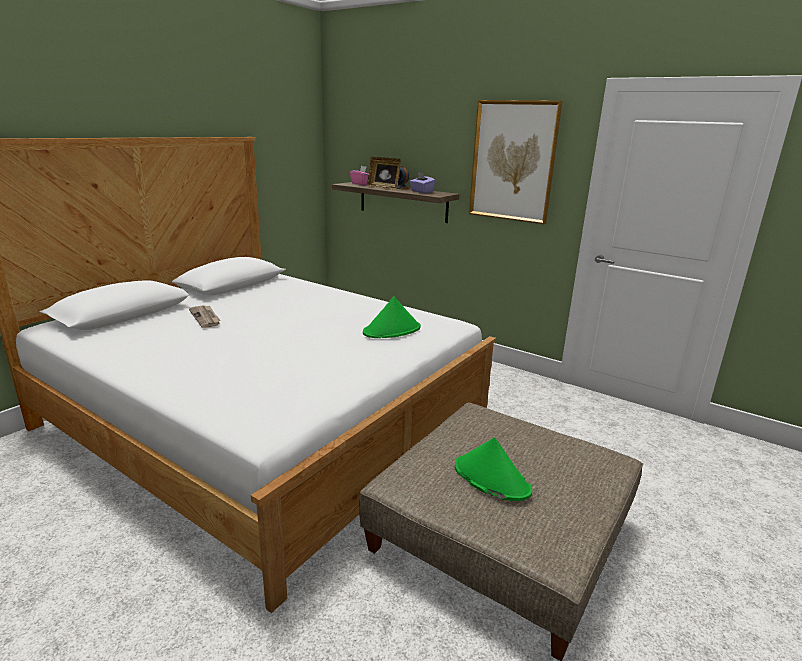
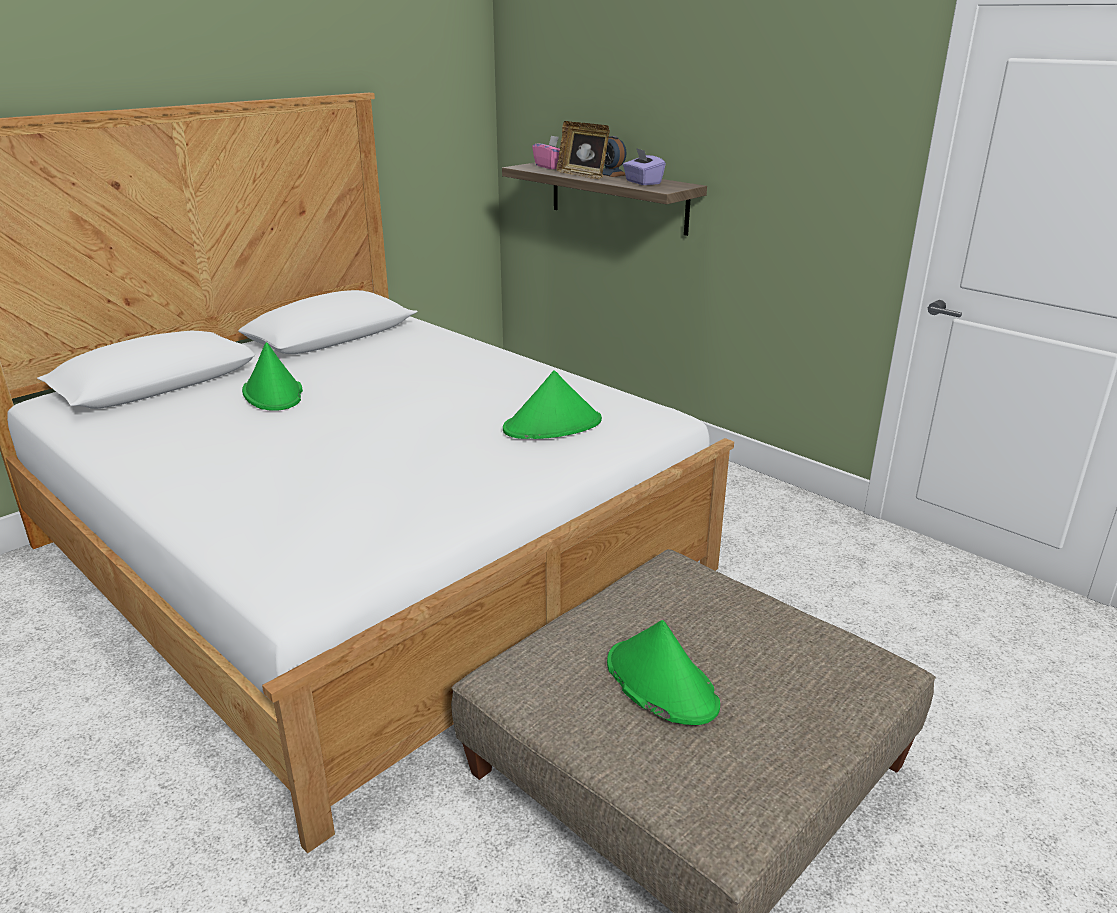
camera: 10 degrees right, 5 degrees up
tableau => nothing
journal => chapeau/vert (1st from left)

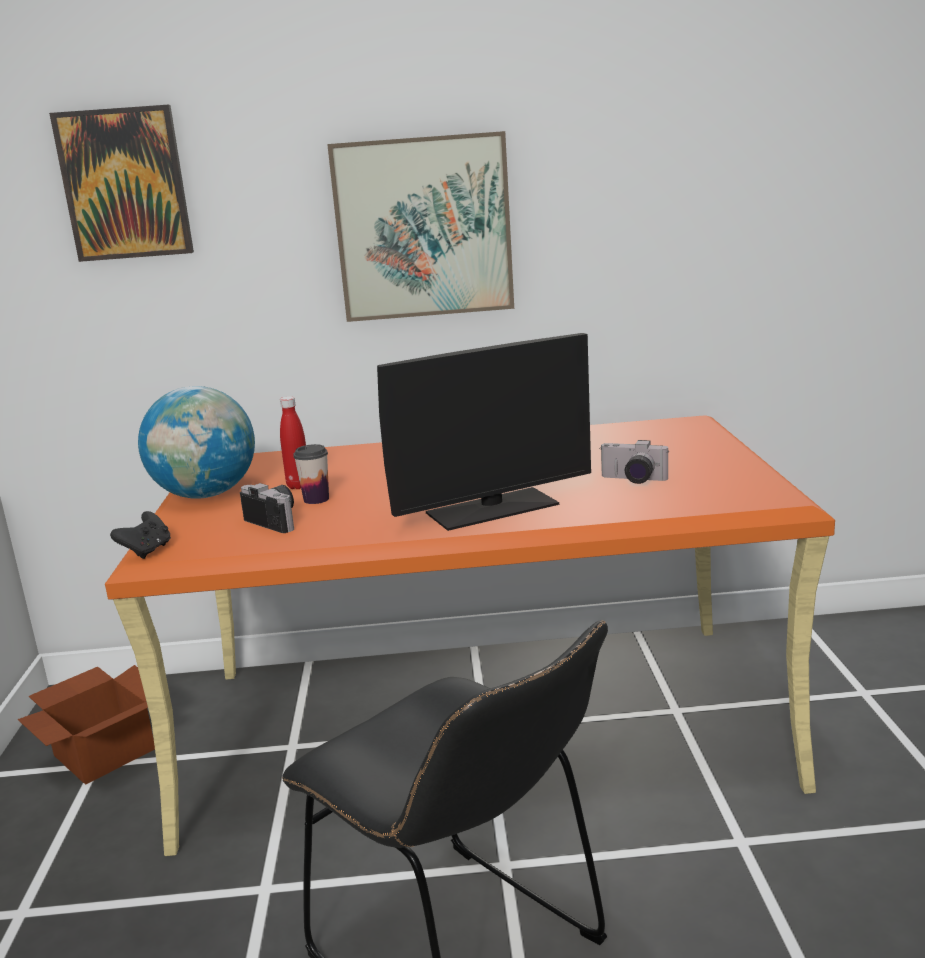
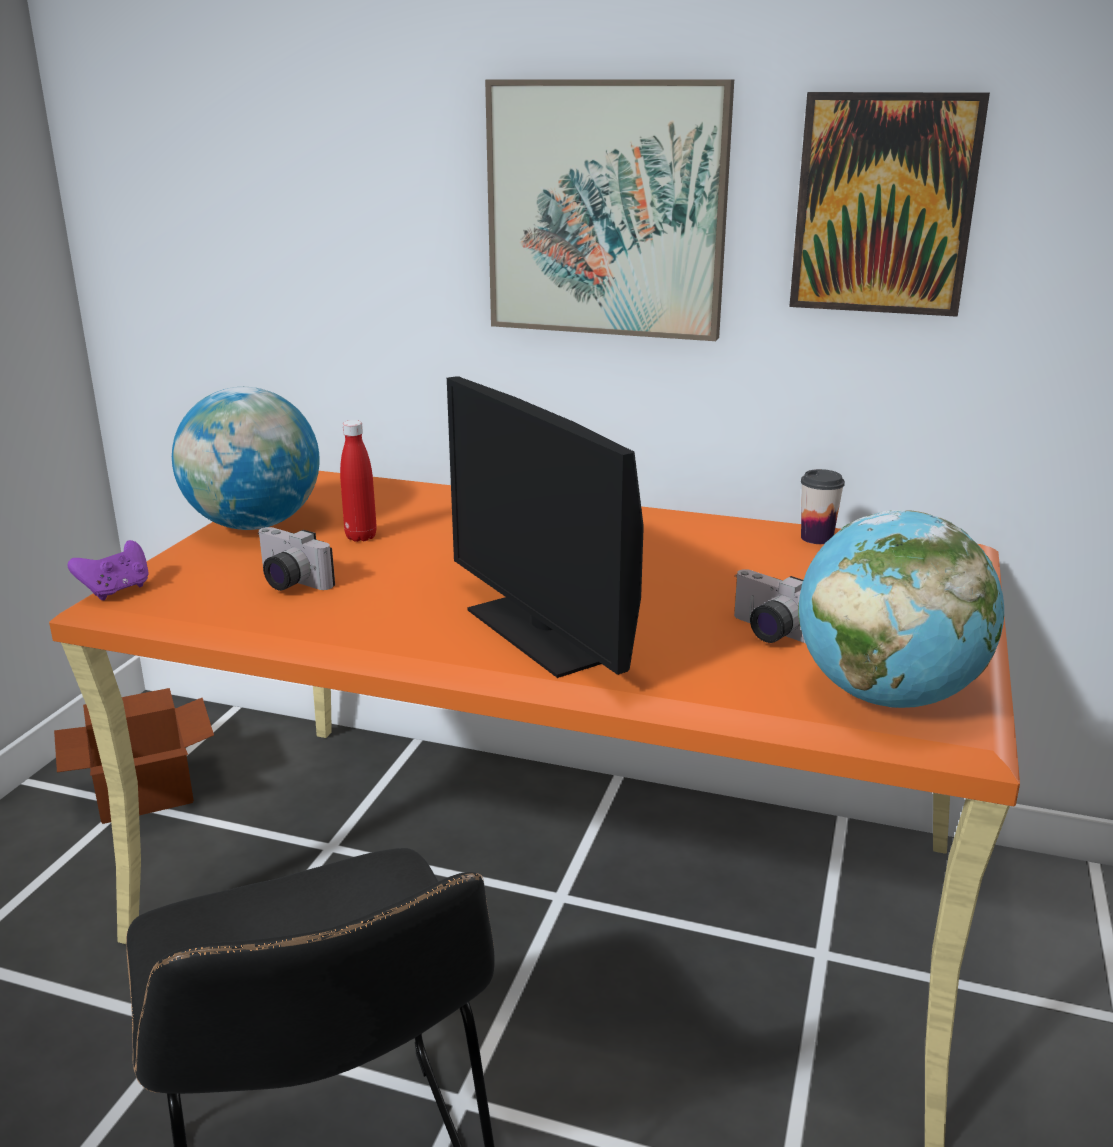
camera: 20 degrees right, 5 degrees up
nothing => globe (2nd from left)
tableau (1st from left in the first image) => tableau (2nd from left), move
tasse, move
manette/noir => manette/violet
appareil photo (1st from left), 150 degrees clockwise
écran d'ordinateur, 60 degrees clockwise

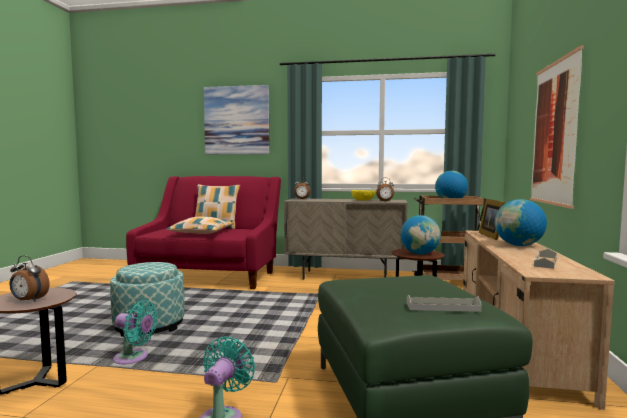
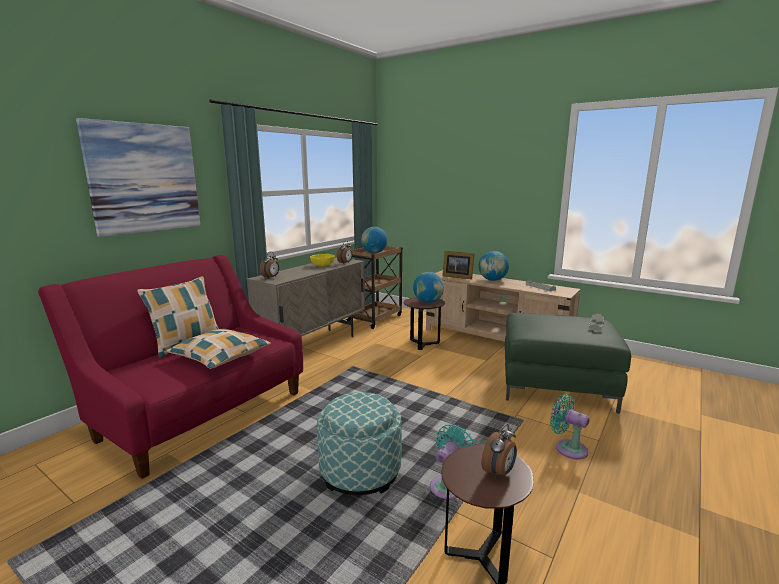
camera: 65 degrees left, 10 degrees up
tableau (2nd from left) => nothing

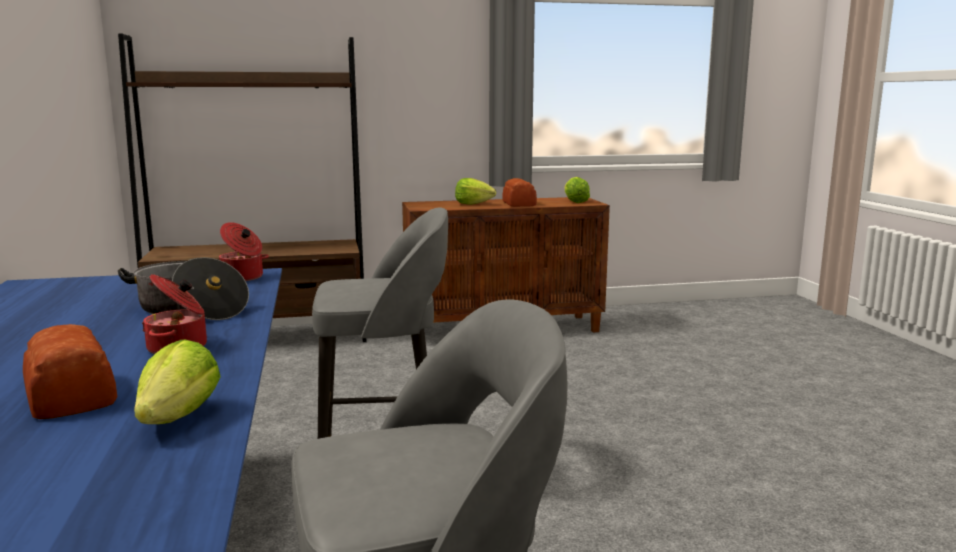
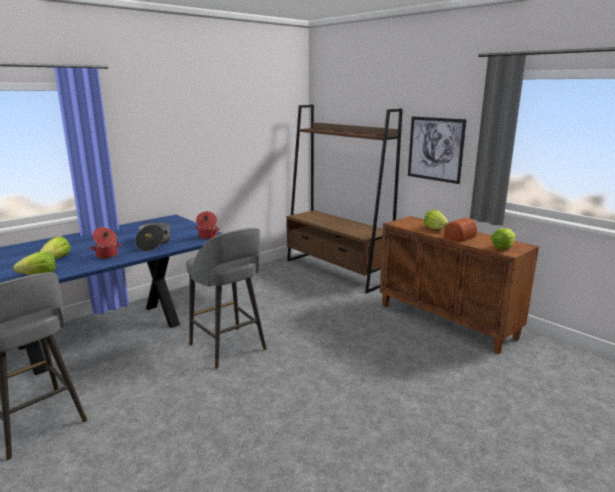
camera: 60 degrees right, 5 degrees up
nothing => tableau
pain (1st from left) => laitue (2nd from left)

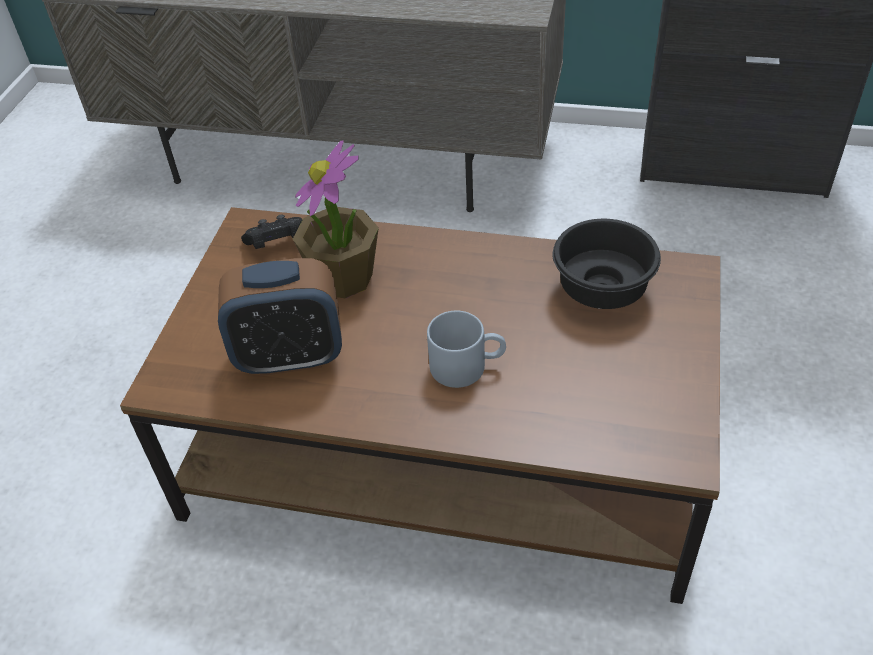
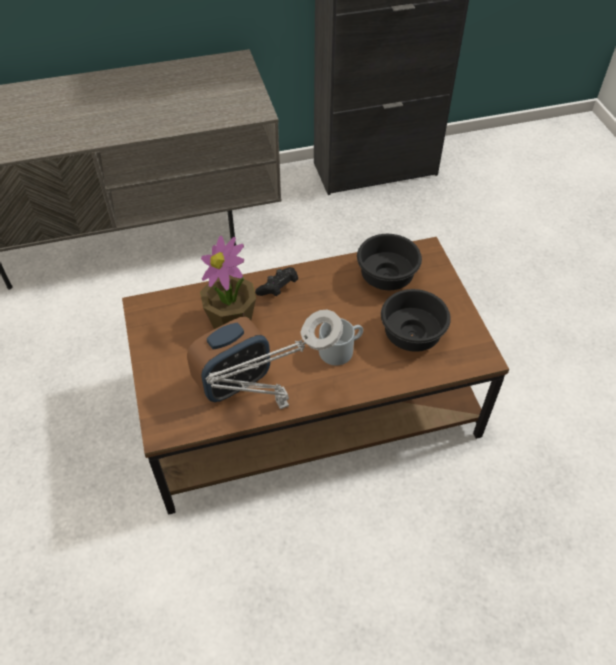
camera: 30 degrees left, 5 degrees up
nothing => lampe de table/gris
nothing => bol/noir (2nd from left)
manette/noir, move

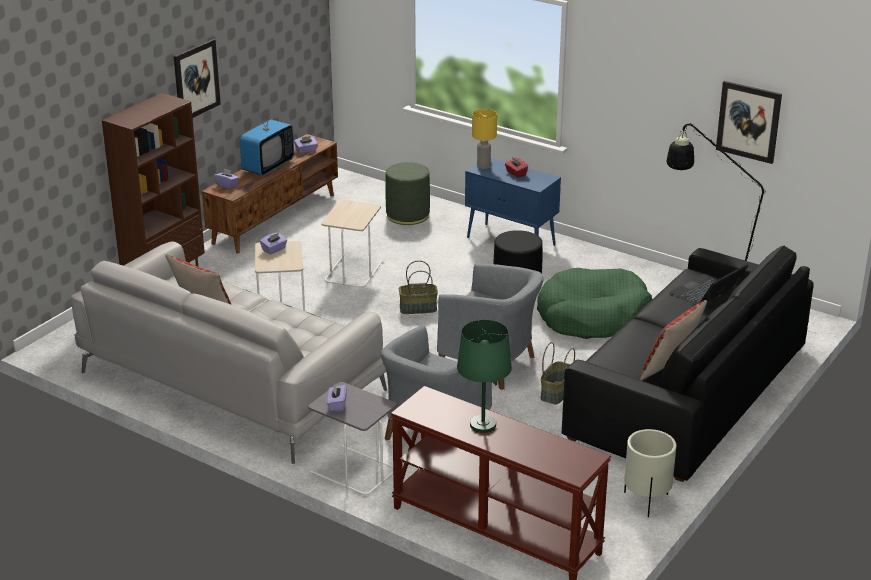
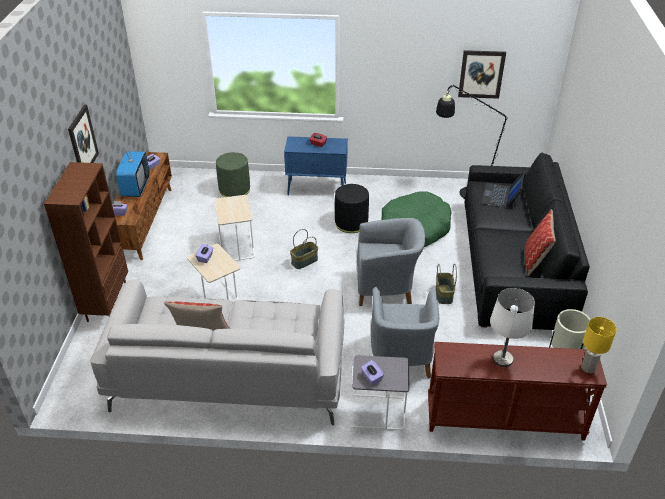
camera: 30 degrees left, 10 degrees up
lampe de table/jaune, move
lampe de table/vert => lampe de table/blanc

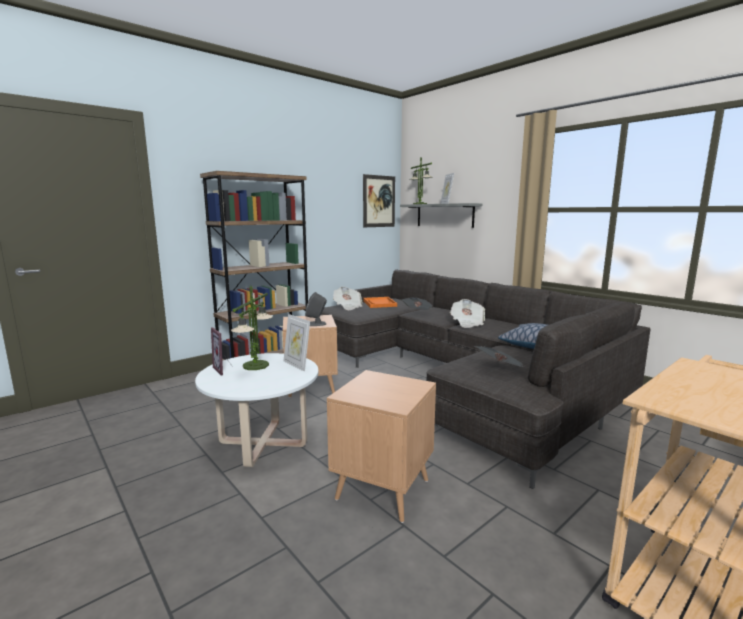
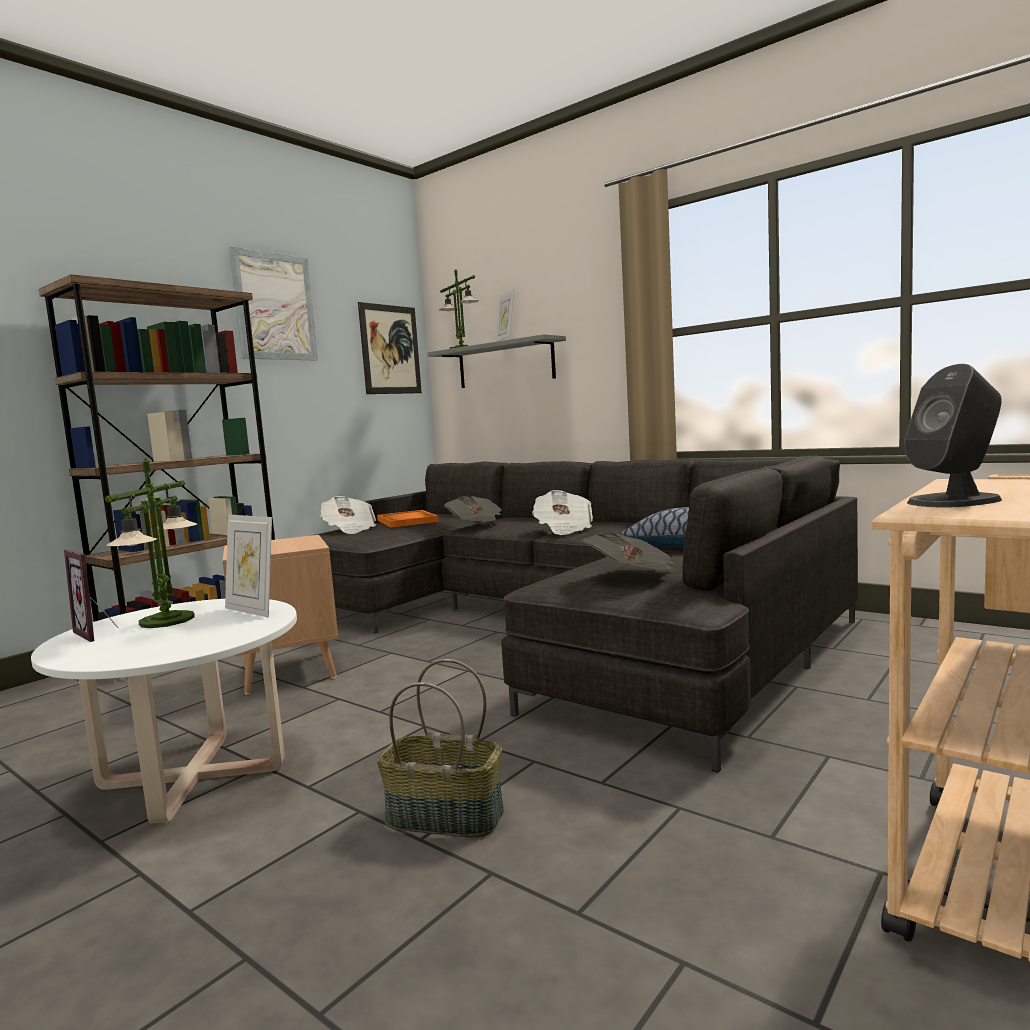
camera: 10 degrees left, 5 degrees down
nothing => tableau (1st from left)
enceinte/gris, move
table d'appoint/marron (2nd from left) => panier

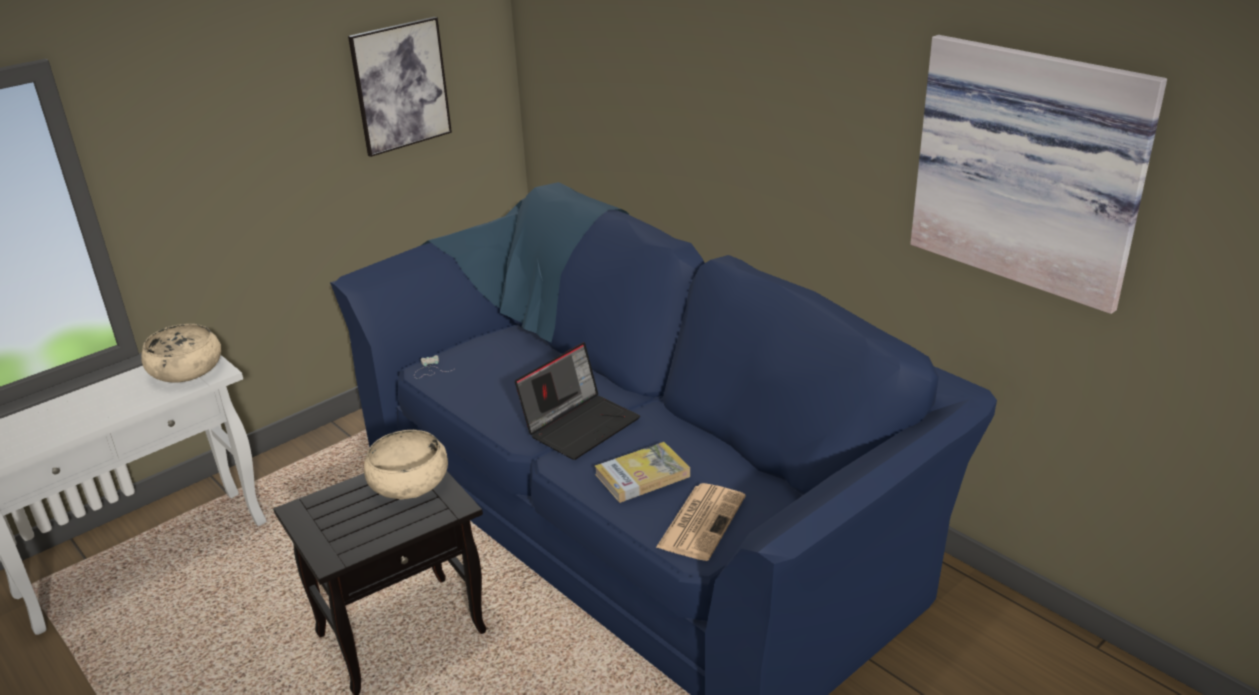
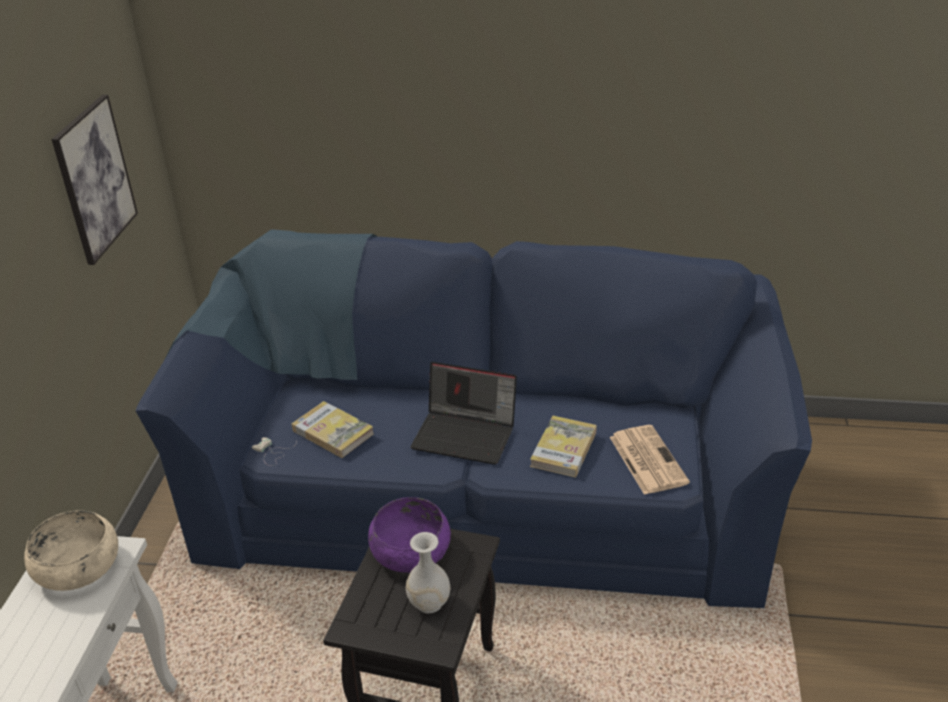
camera: 40 degrees left, 5 degrees up
tableau (2nd from left) => nothing
nothing => livre (1st from left)
nothing => vase/blanc
bol/beige (2nd from left) => bol/violet
ordinateur portable, 105 degrees clockwise

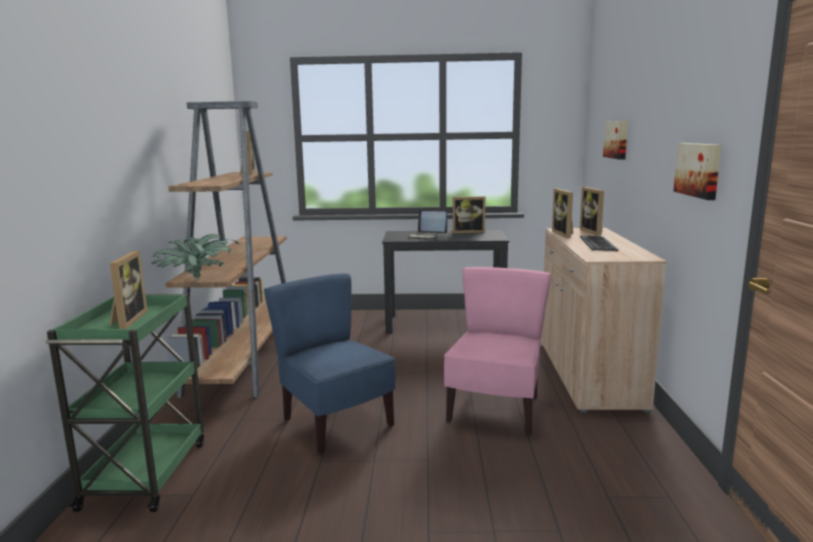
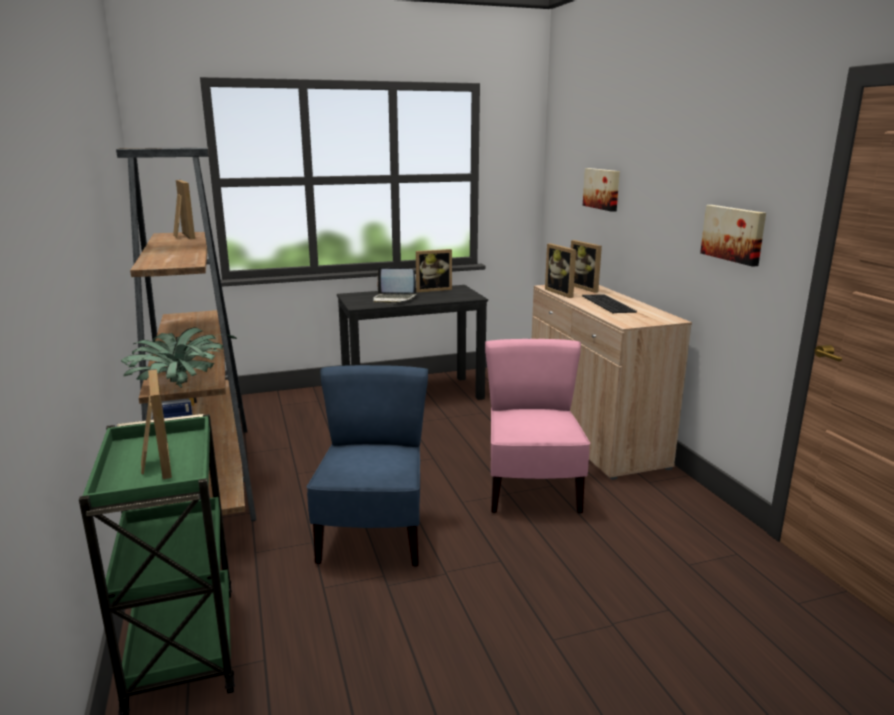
camera: 20 degrees left, 5 degrees up
chaise/bleu, 60 degrees clockwise

